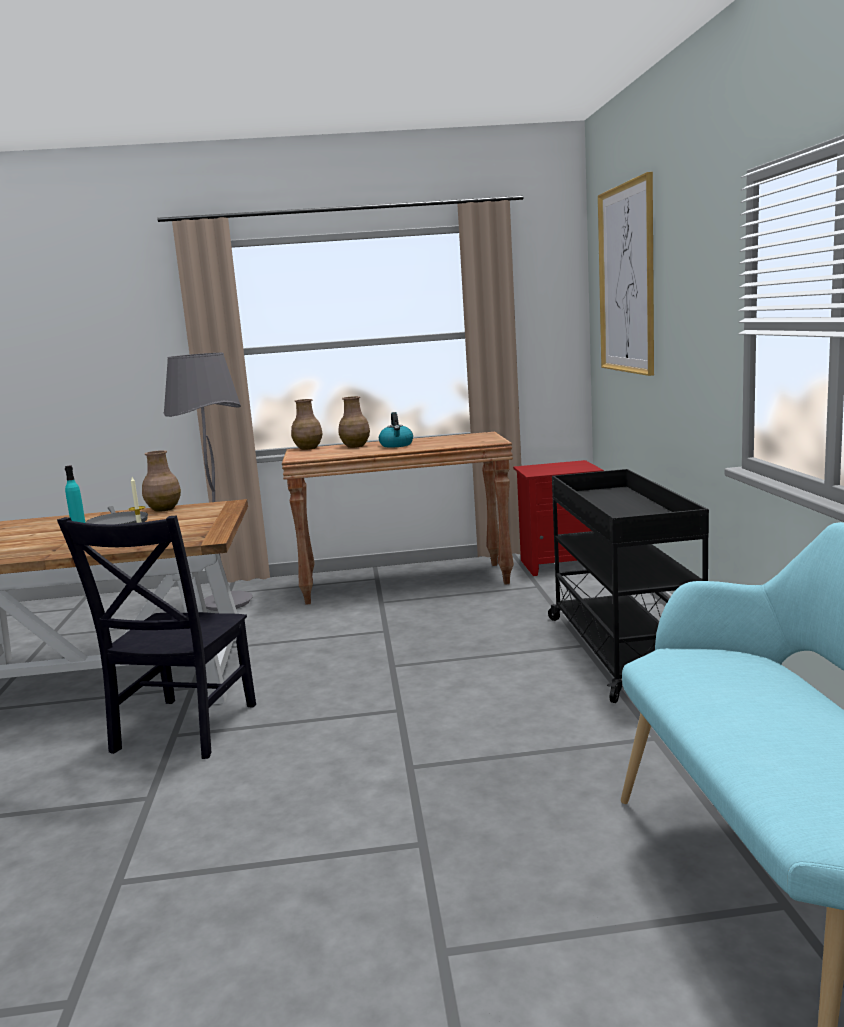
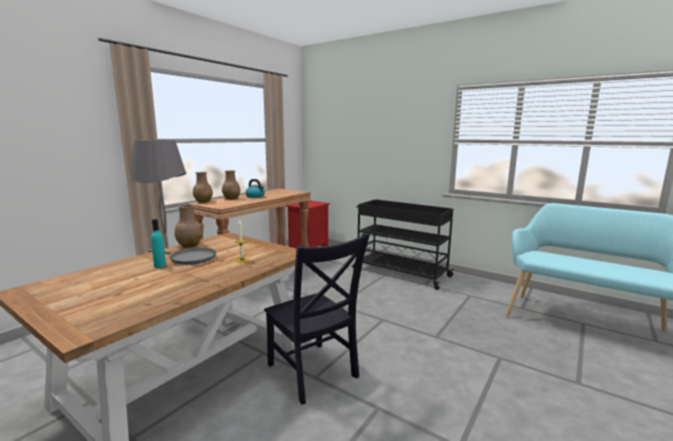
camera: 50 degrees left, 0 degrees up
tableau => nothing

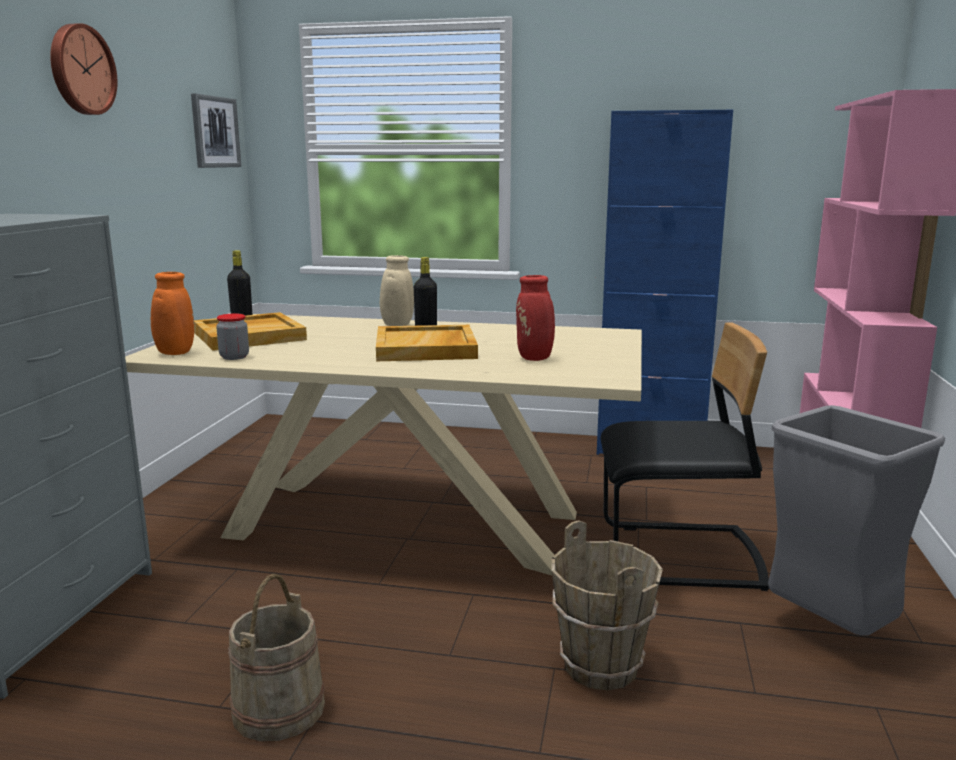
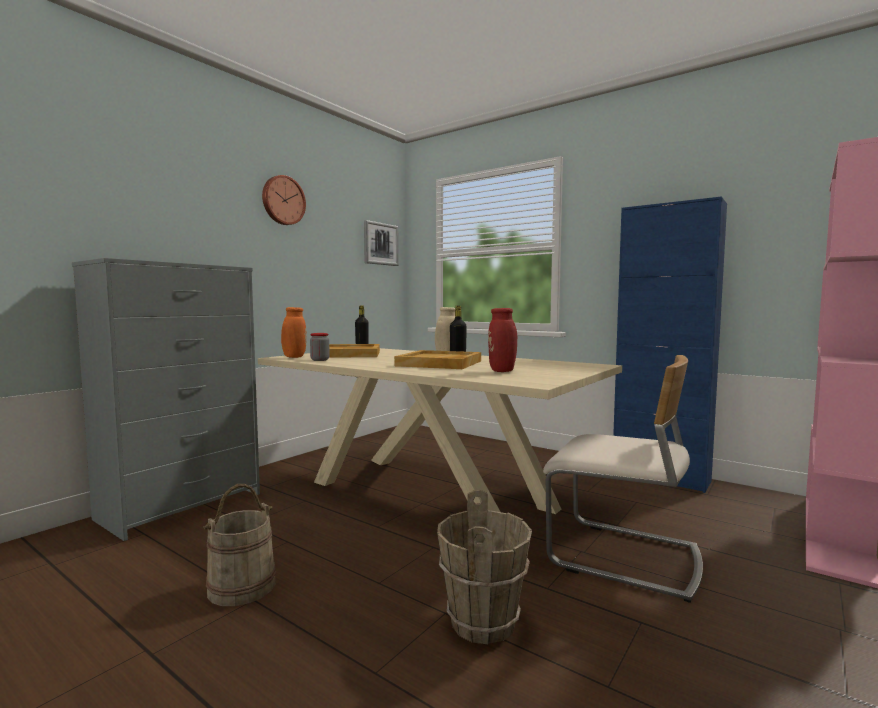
camera: 25 degrees right, 10 degrees down
poubelle/gris => nothing
chaise/noir => chaise/beige

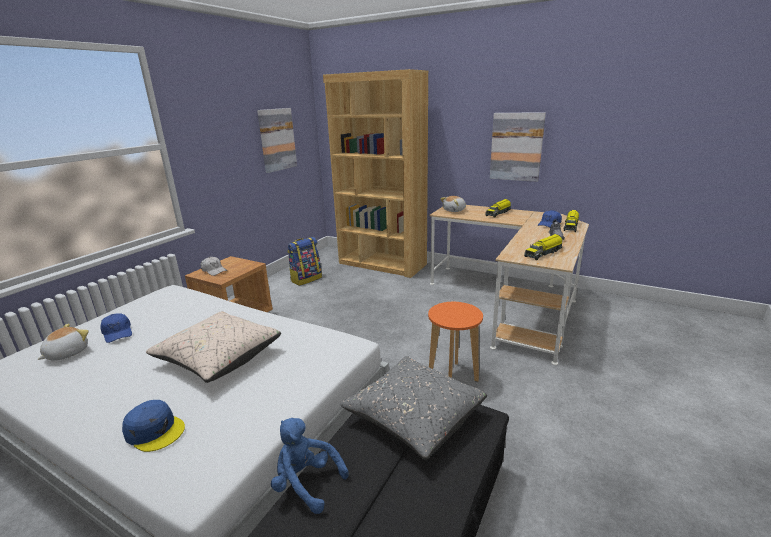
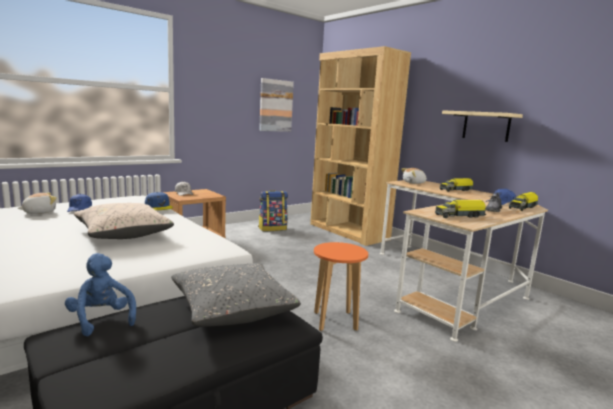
camera: 20 degrees right, 10 degrees down
casquette/bleu (2nd from left), move
tableau (2nd from left) => étagère/beige

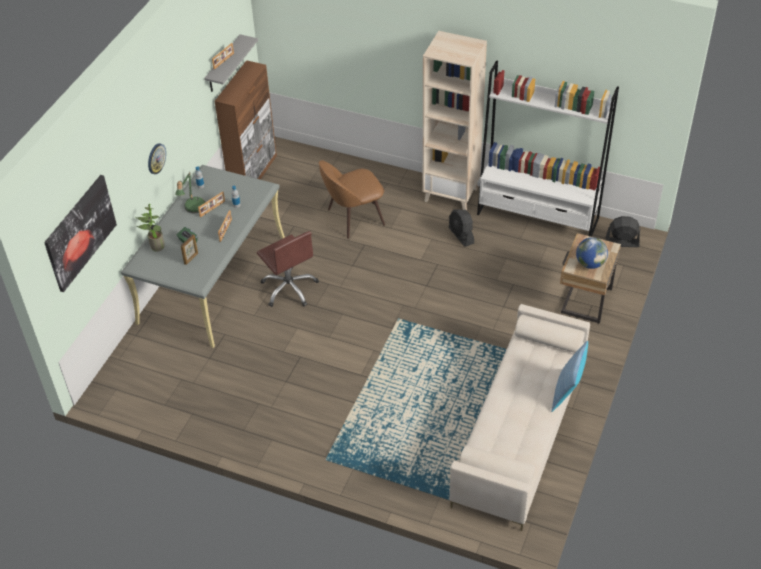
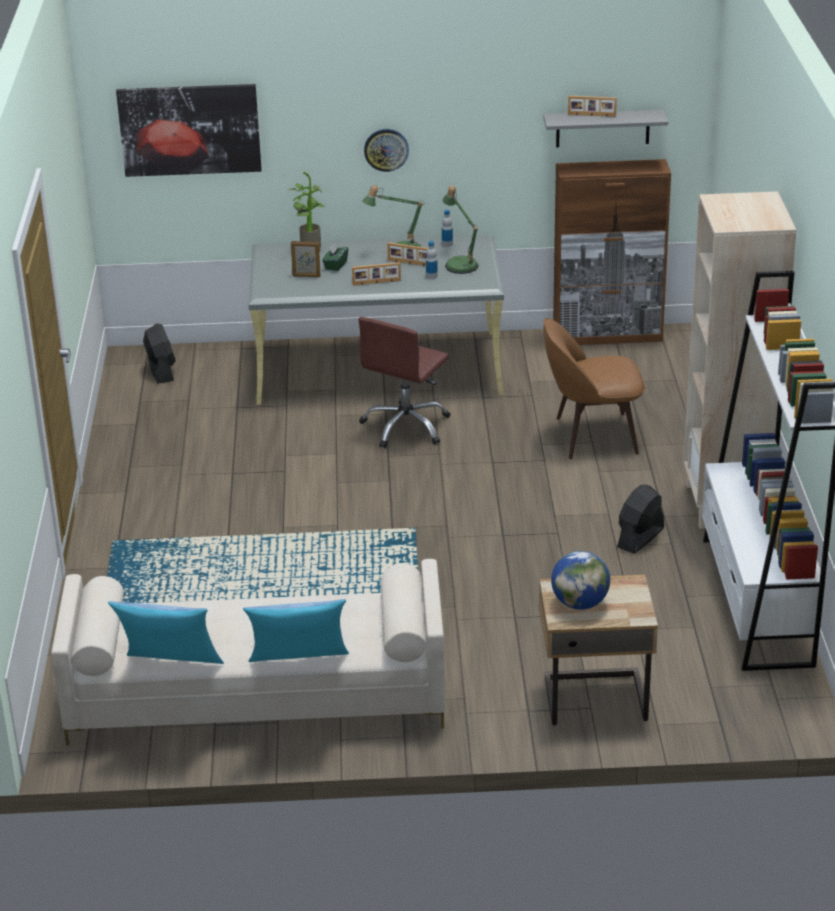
camera: 65 degrees right, 15 degrees down
nothing => coussin (1st from left)
nothing => lampe de table (2nd from left)
ventilateur/noir (2nd from left in the first image) => ventilateur/noir (1st from left), move
chaise/marron, 45 degrees counterclockwise

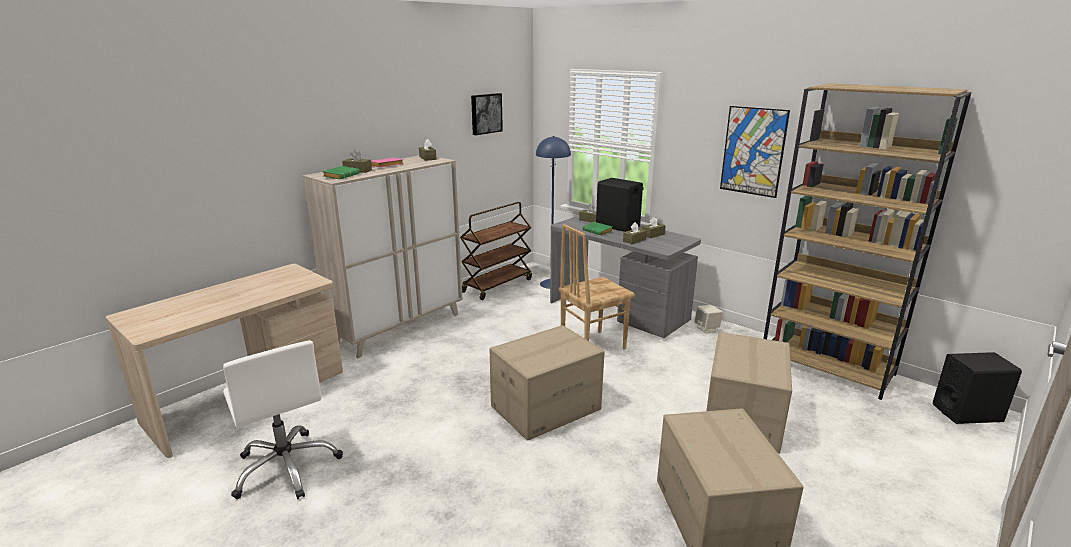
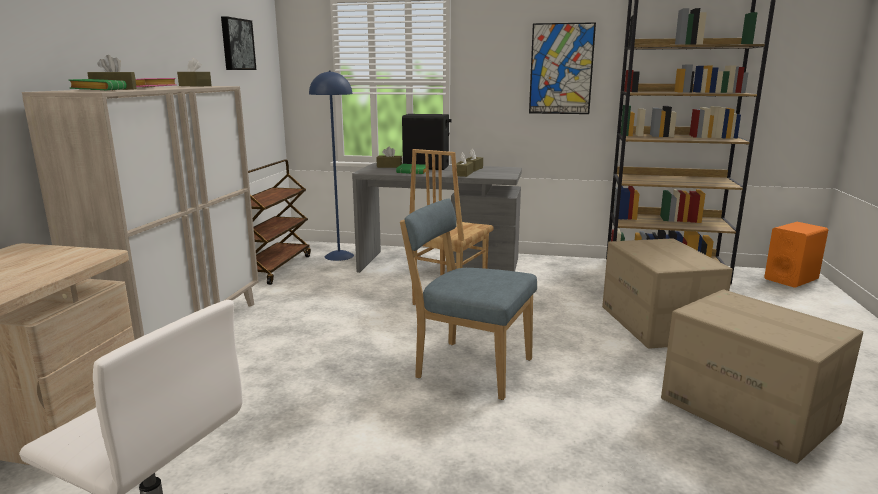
camera: 30 degrees left, 5 degrees down
enceinte/beige => nothing
carton (1st from left) => chaise/bleu
enceinte/noir (2nd from left) => enceinte/orange

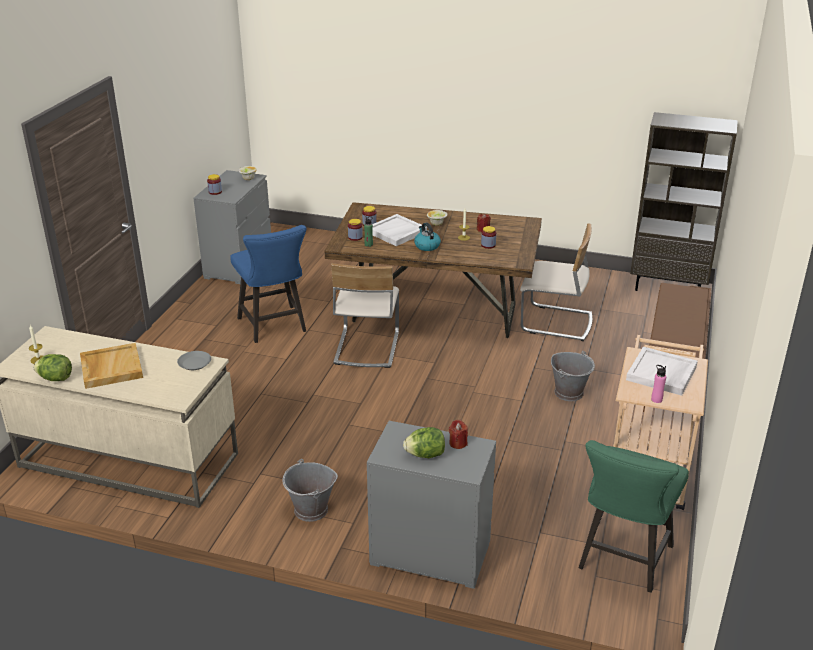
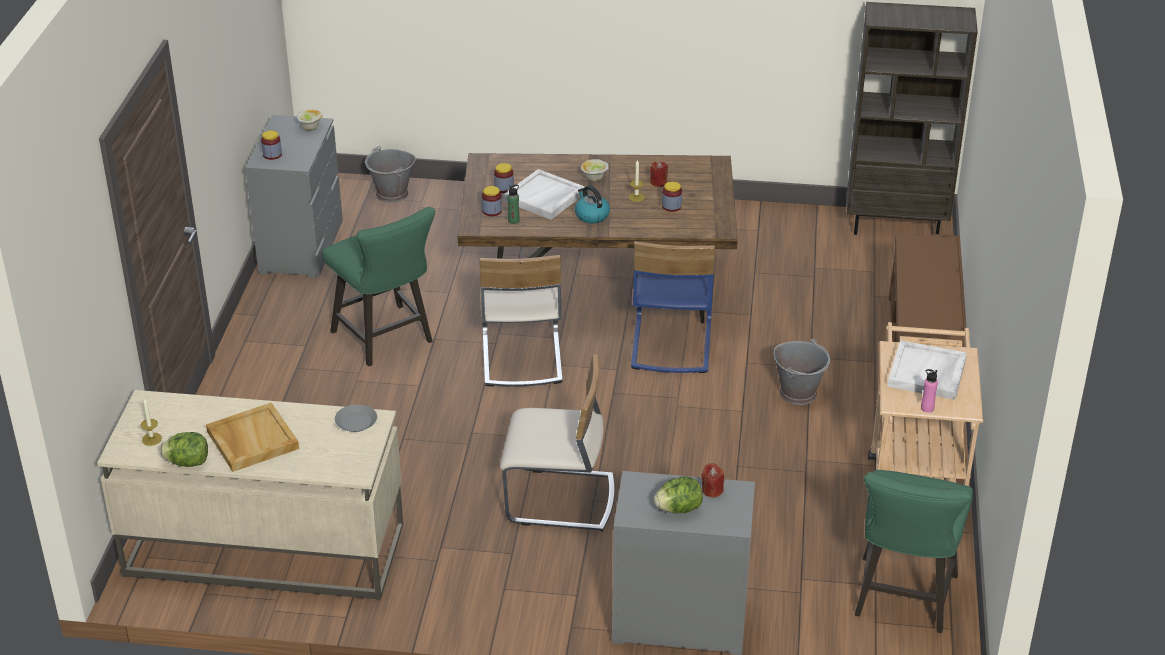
camera: 10 degrees left, 5 degrees up
nothing => chaise/bleu
seau/gris (1st from left), move
chaise/beige (2nd from left), move
tabouret/bleu => tabouret/vert (1st from left)

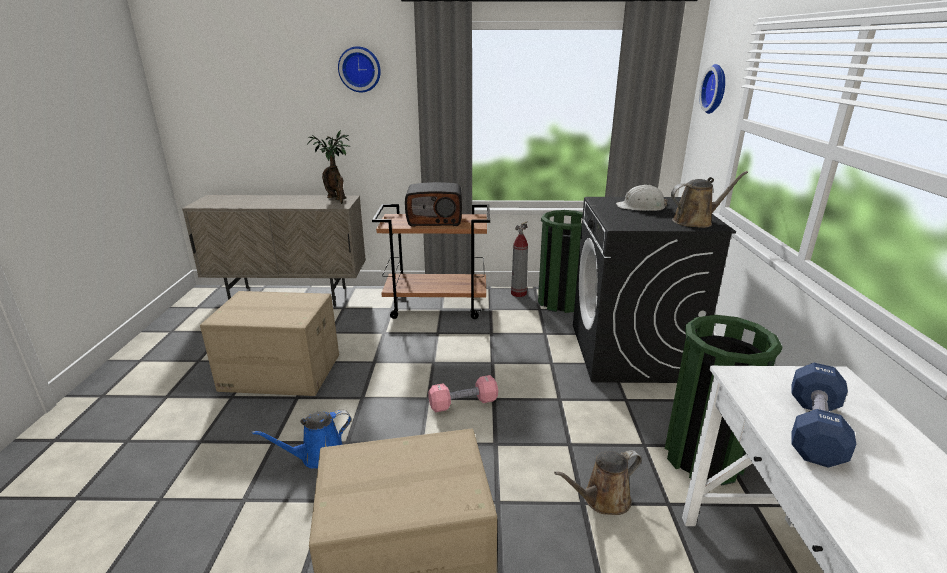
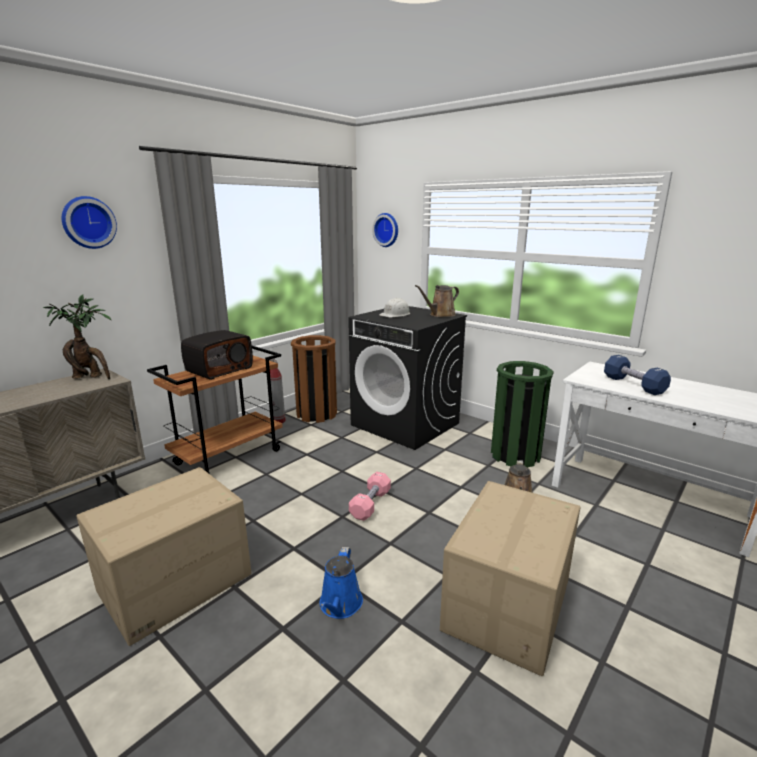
camera: 50 degrees left, 5 degrees down
poubelle/vert (1st from left) => poubelle/marron
arrosoir/marron (2nd from left in the first image) => arrosoir/marron (1st from left), 150 degrees counterclockwise

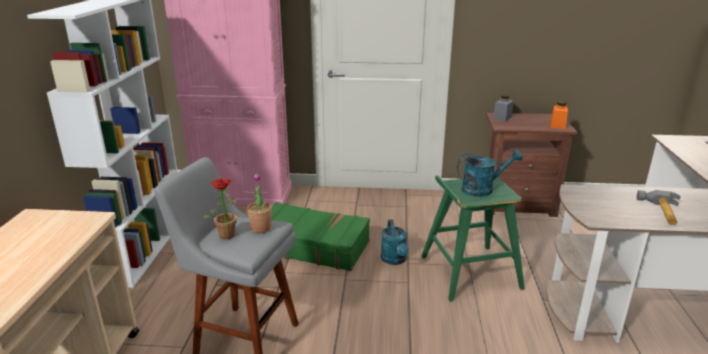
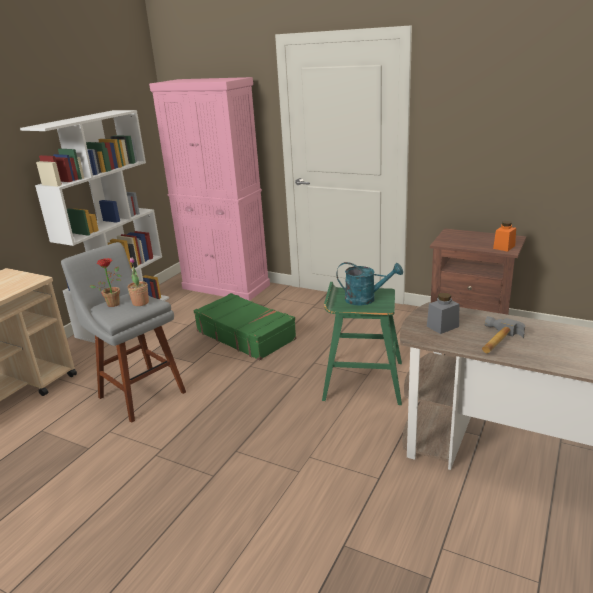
camera: 25 degrees right, 0 degrees up
arrosoir/turquoise (1st from left) => nothing
bocal/gris, move

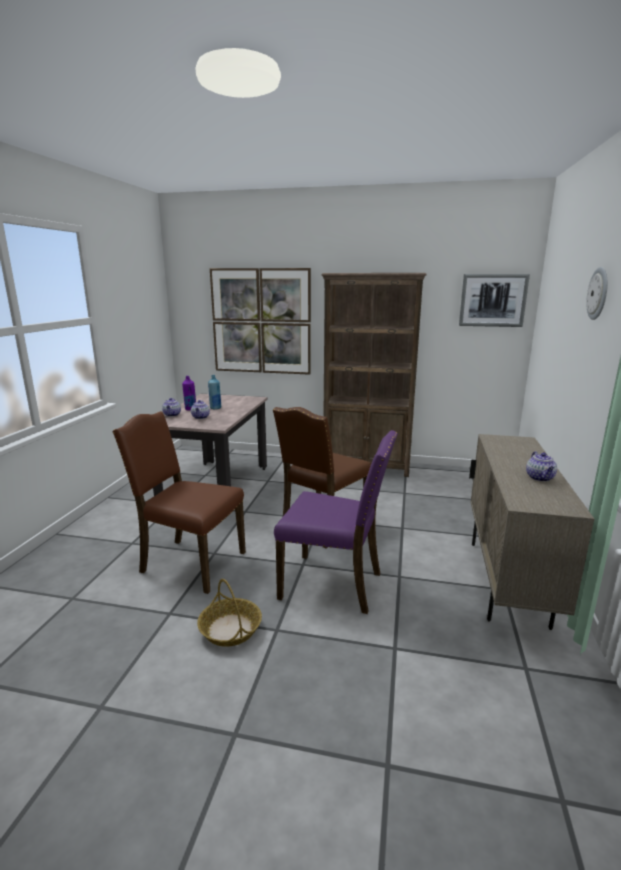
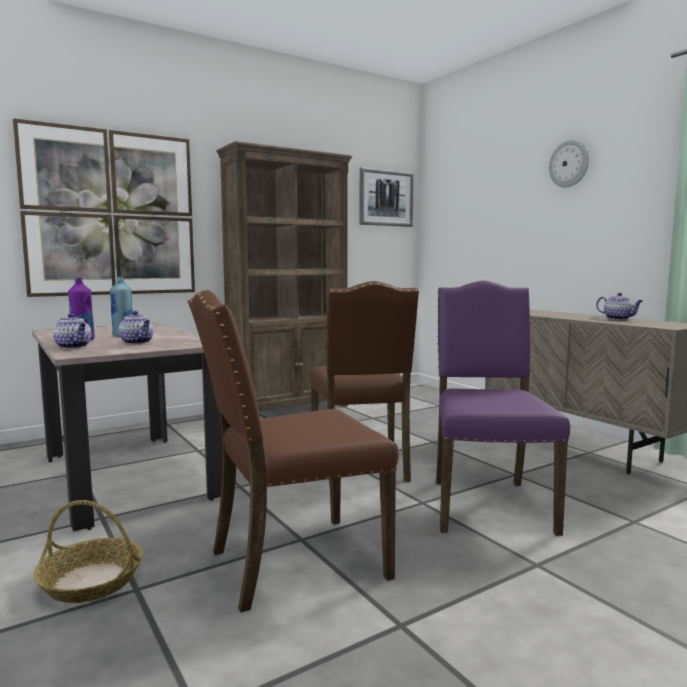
camera: 45 degrees left, 10 degrees down
panier, move
chaise/violet, 60 degrees counterclockwise

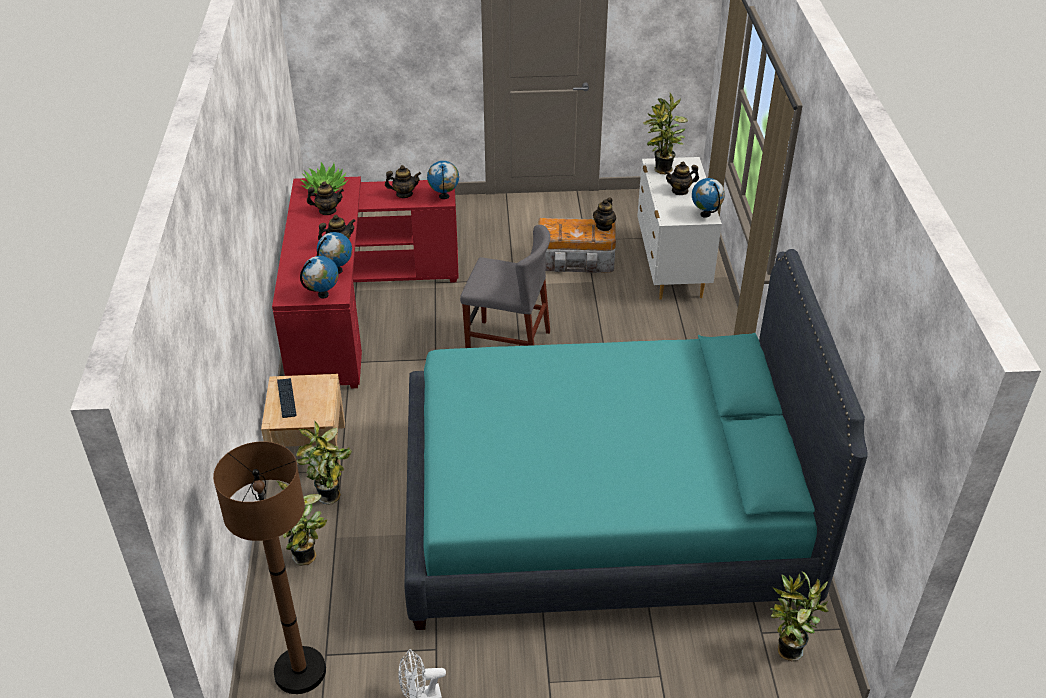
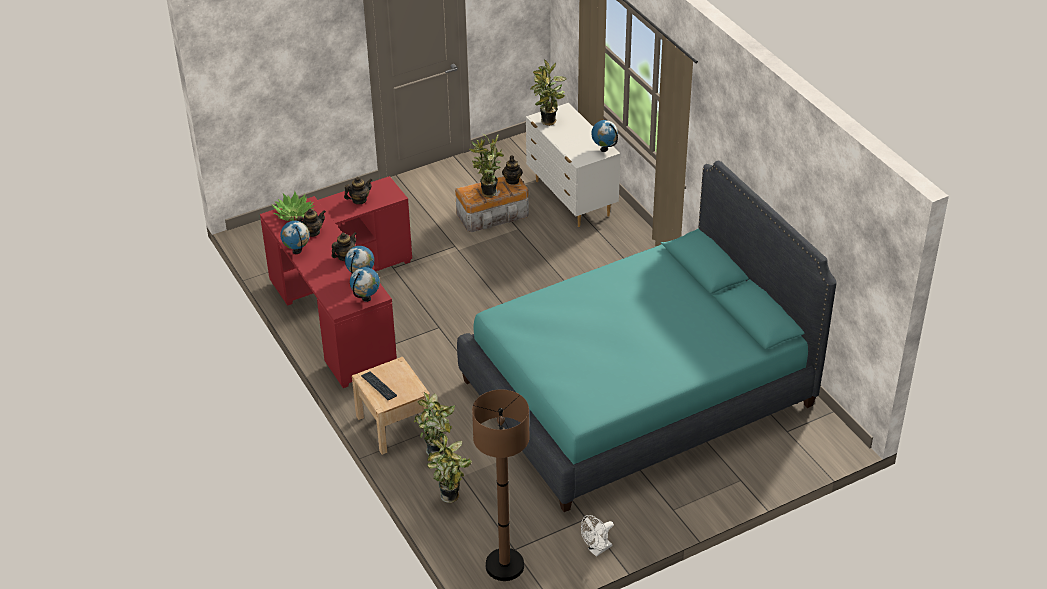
camera: 25 degrees left, 0 degrees up
chaise/gris => nothing
théière (5th from left) => nothing
globe (3rd from left in the first image) => globe (1st from left), move
plante en pot (5th from left in the first image) => plante en pot (4th from left), move

